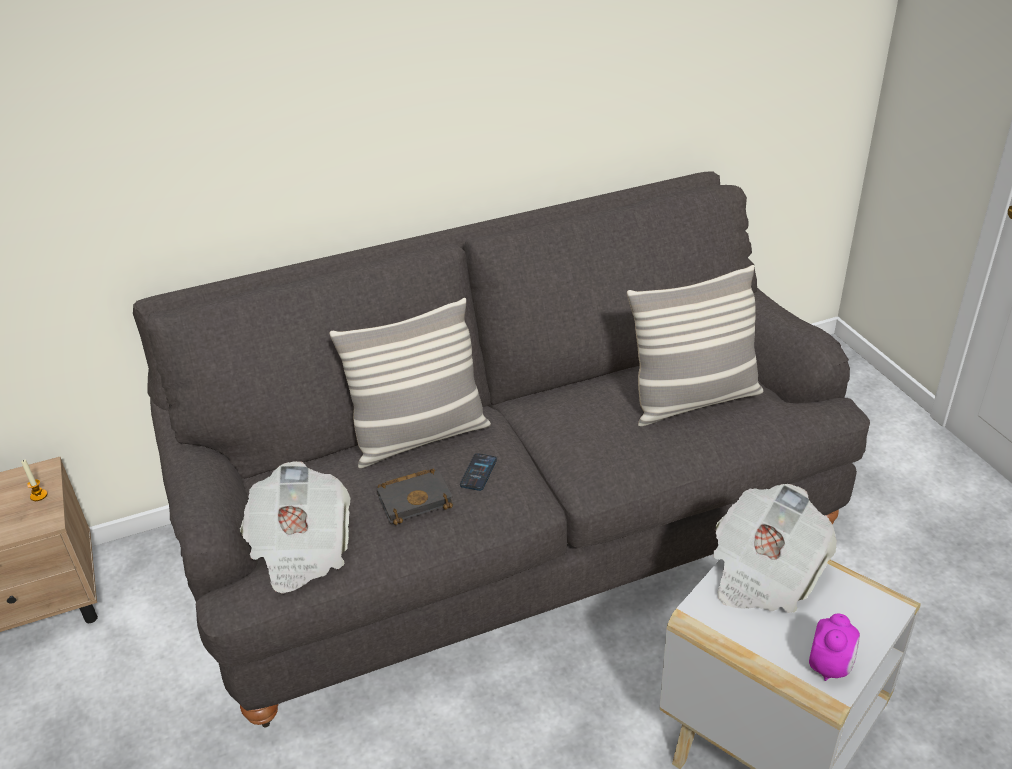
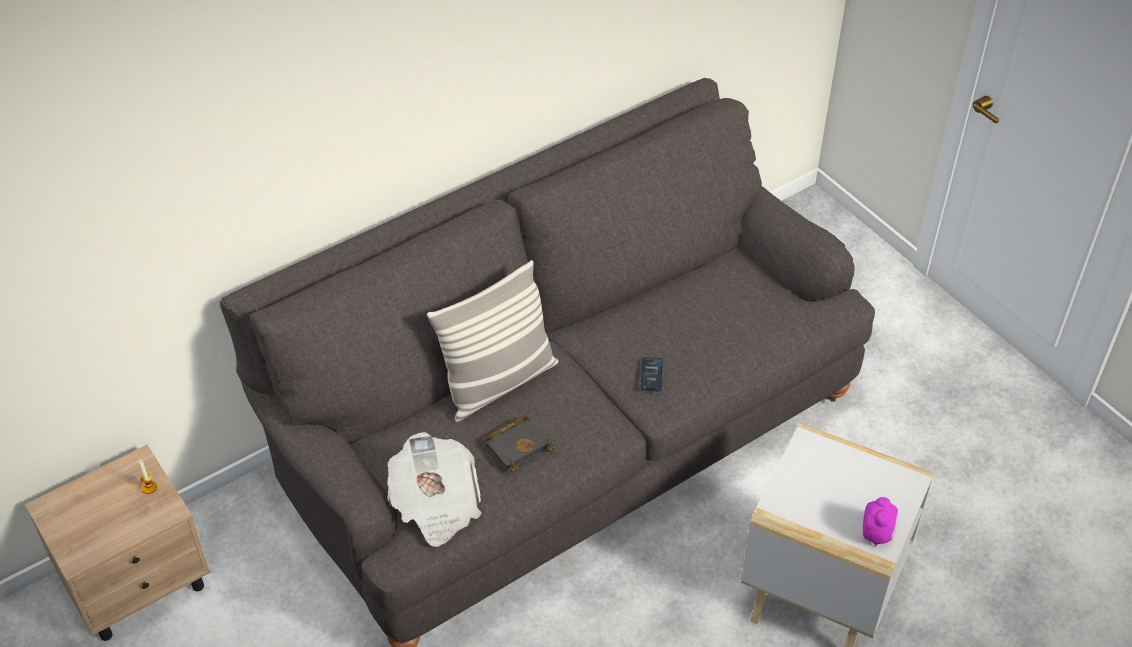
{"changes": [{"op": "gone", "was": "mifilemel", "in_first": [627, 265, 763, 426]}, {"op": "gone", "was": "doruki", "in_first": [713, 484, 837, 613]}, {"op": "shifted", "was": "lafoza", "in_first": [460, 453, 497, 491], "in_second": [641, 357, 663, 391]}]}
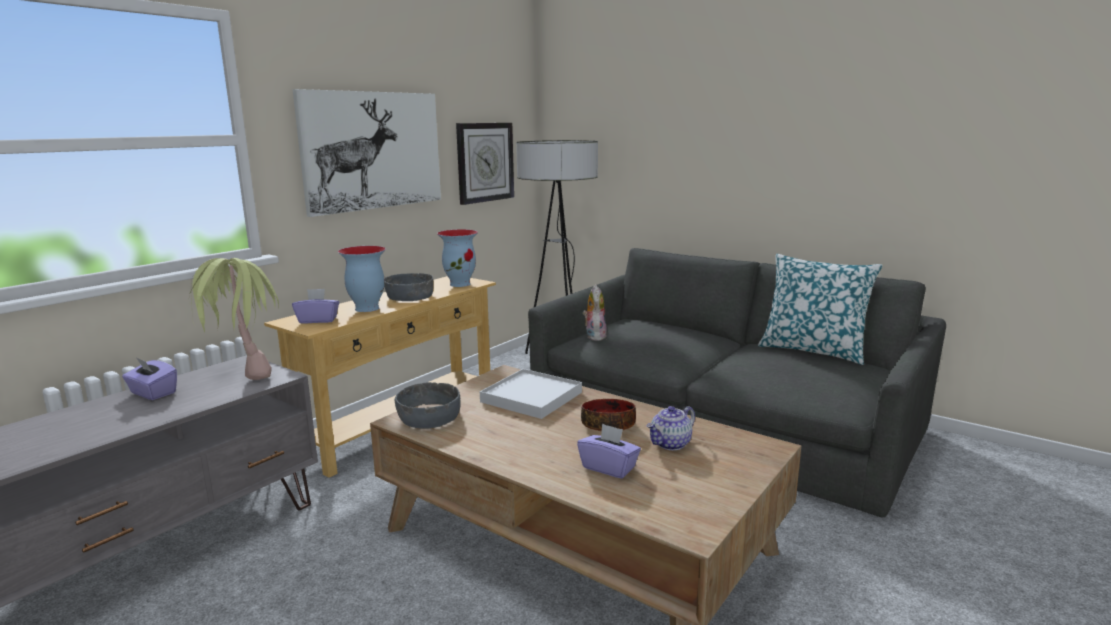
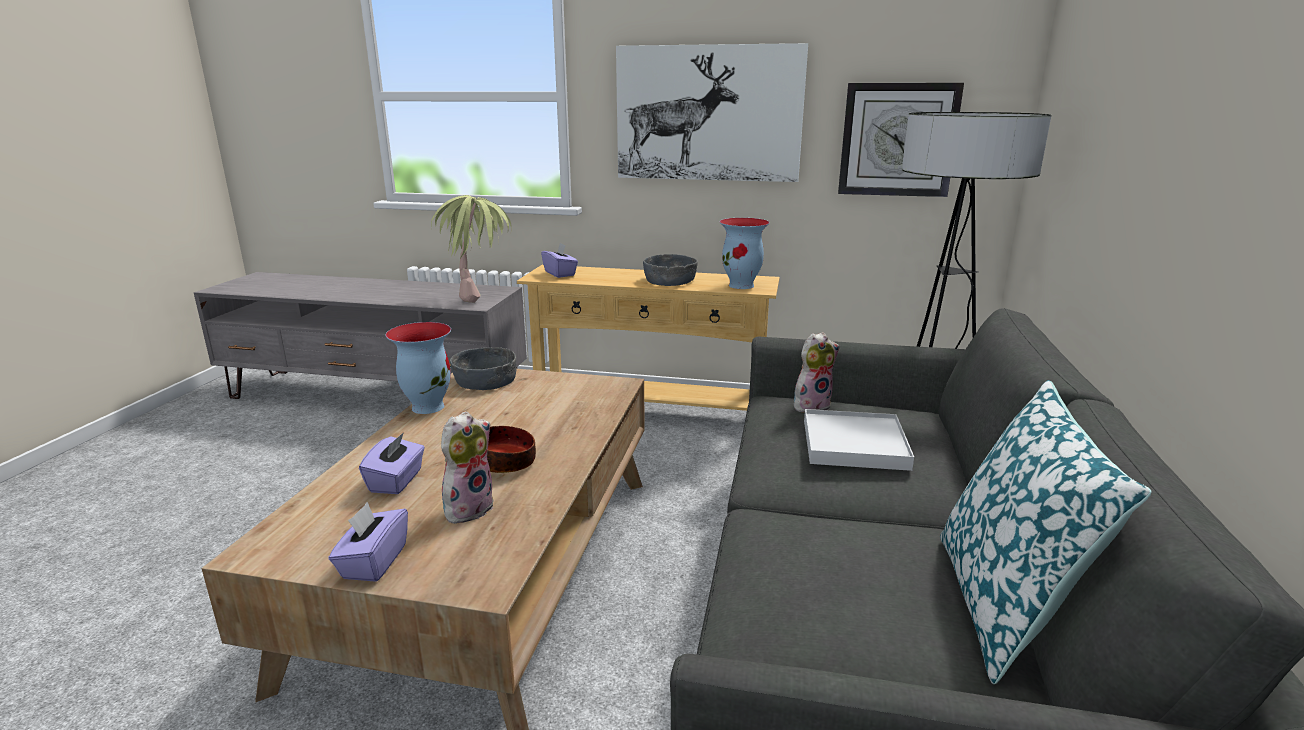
{"changes": [{"op": "shifted", "was": "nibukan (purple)", "in_first": [122, 357, 177, 400], "in_second": [328, 502, 408, 582]}, {"op": "shifted", "was": "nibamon", "in_first": [338, 246, 386, 312], "in_second": [386, 322, 451, 414]}, {"op": "shifted", "was": "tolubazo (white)", "in_first": [480, 369, 582, 419], "in_second": [804, 409, 914, 471]}, {"op": "swapped", "was": "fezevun", "now": "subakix", "in_first": [647, 406, 695, 450], "in_second": [441, 411, 494, 524]}]}
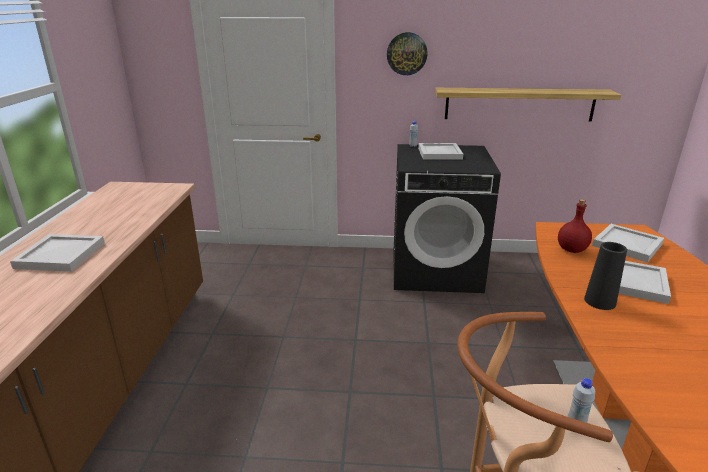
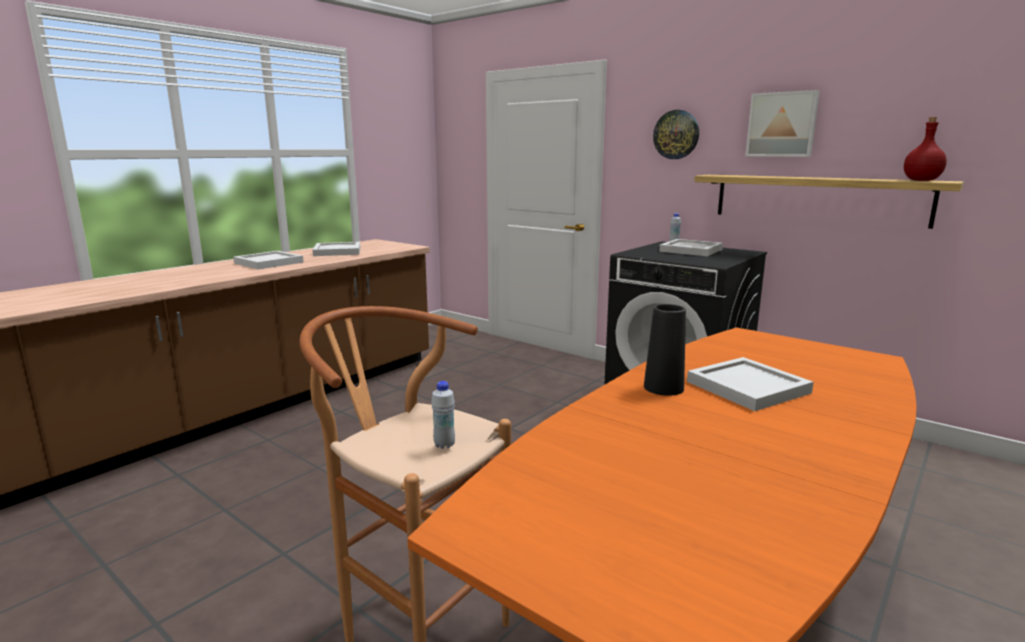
{"changes": [{"op": "new", "now": "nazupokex", "in_second": [745, 90, 820, 157]}, {"op": "shifted", "was": "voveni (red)", "in_first": [558, 199, 592, 253], "in_second": [904, 117, 947, 181]}, {"op": "shifted", "was": "tolubazo (white)", "in_first": [592, 224, 664, 263], "in_second": [312, 242, 360, 256]}]}
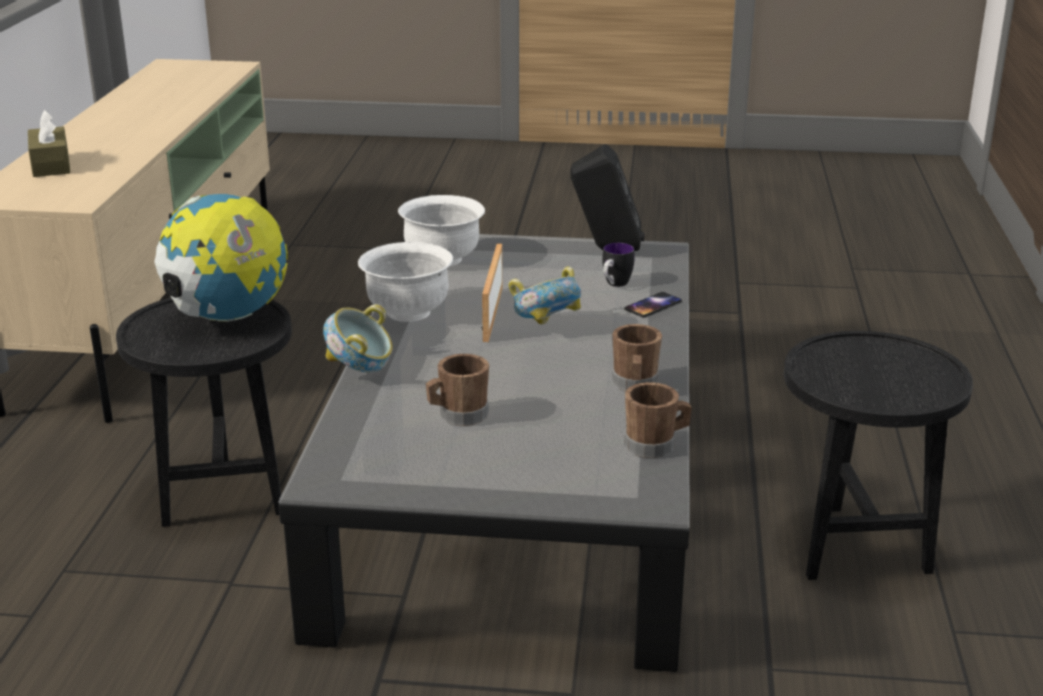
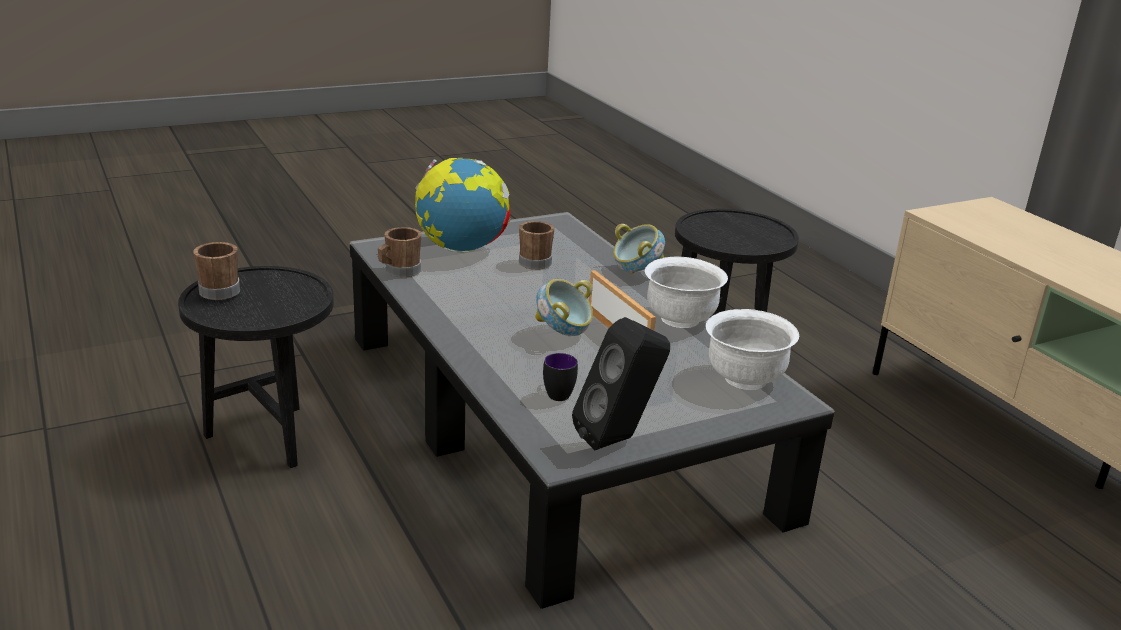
{"changes": [{"op": "gone", "was": "nibukan (brown)", "in_first": [28, 110, 71, 177]}, {"op": "gone", "was": "lafoza", "in_first": [624, 292, 682, 318]}, {"op": "shifted", "was": "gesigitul", "in_first": [154, 194, 288, 322], "in_second": [415, 158, 510, 253]}, {"op": "shifted", "was": "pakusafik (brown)", "in_first": [612, 324, 662, 391], "in_second": [194, 242, 240, 300]}]}
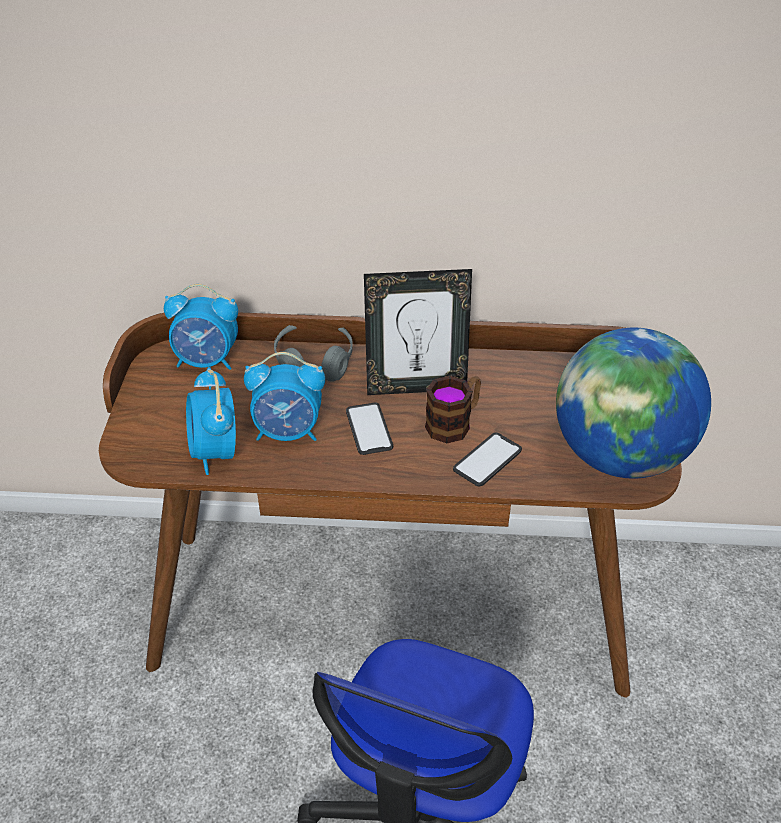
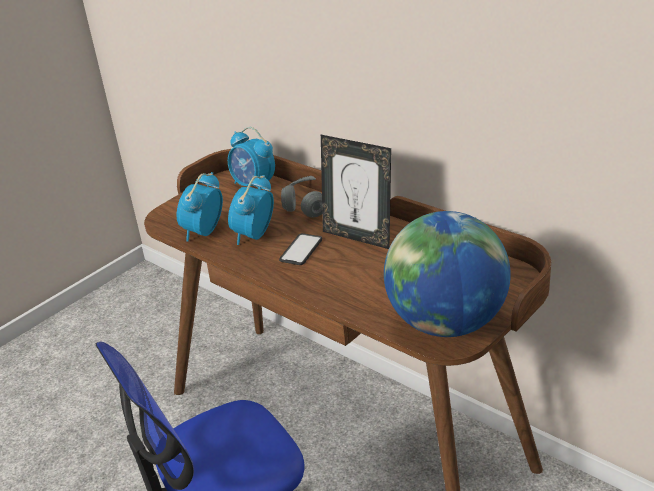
{"changes": [{"op": "gone", "was": "pakusafik", "in_first": [425, 376, 481, 443]}, {"op": "gone", "was": "lafoza", "in_first": [453, 433, 522, 486]}, {"op": "rotated", "was": "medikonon", "in_first": [244, 352, 325, 441], "in_second": [228, 175, 274, 245], "clockwise": 75}]}
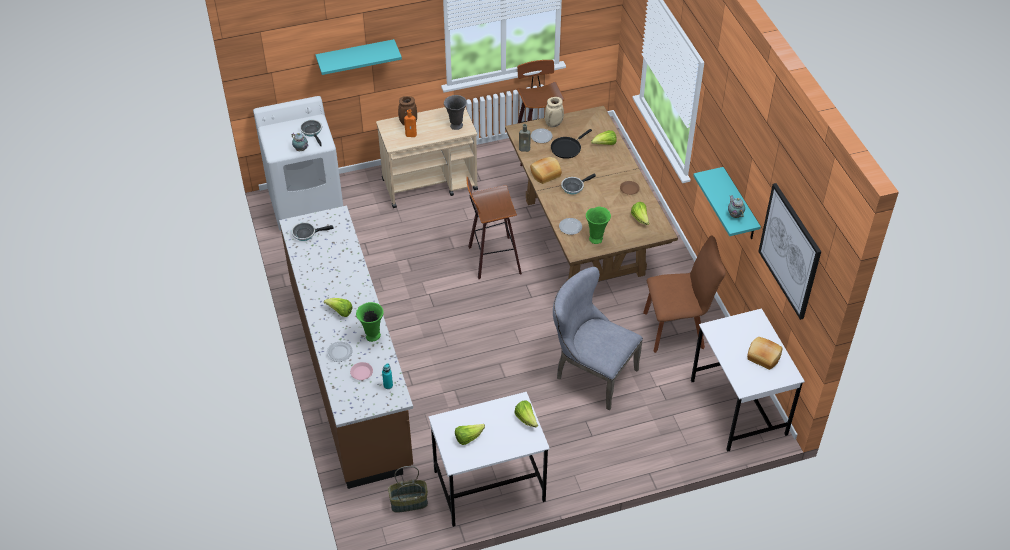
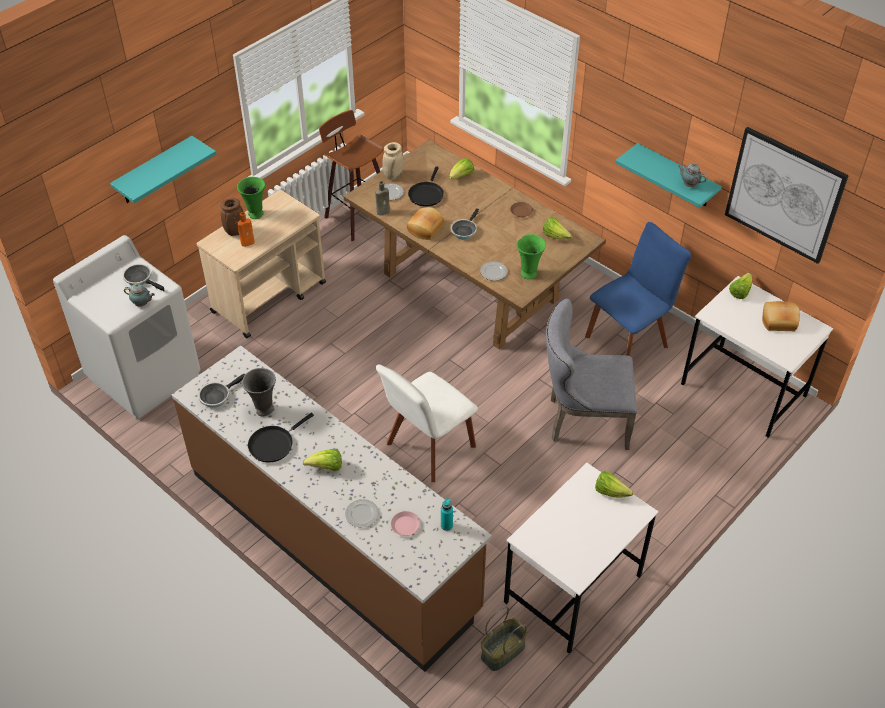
{"changes": [{"op": "gone", "was": "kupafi", "in_first": [466, 177, 522, 280]}, {"op": "new", "now": "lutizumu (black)", "in_second": [248, 413, 314, 462]}, {"op": "new", "now": "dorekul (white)", "in_second": [376, 364, 478, 482]}, {"op": "shifted", "was": "nibamon (green)", "in_first": [356, 302, 384, 342], "in_second": [237, 177, 265, 219]}, {"op": "shifted", "was": "nibamon (grey)", "in_first": [444, 95, 467, 130], "in_second": [242, 368, 276, 417]}, {"op": "shifted", "was": "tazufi", "in_first": [455, 424, 485, 445], "in_second": [729, 272, 752, 299]}, {"op": "repainted", "was": "dorekul (brown)", "now": "dorekul (blue)", "in_first": [643, 236, 726, 353], "in_second": [585, 222, 691, 356]}]}
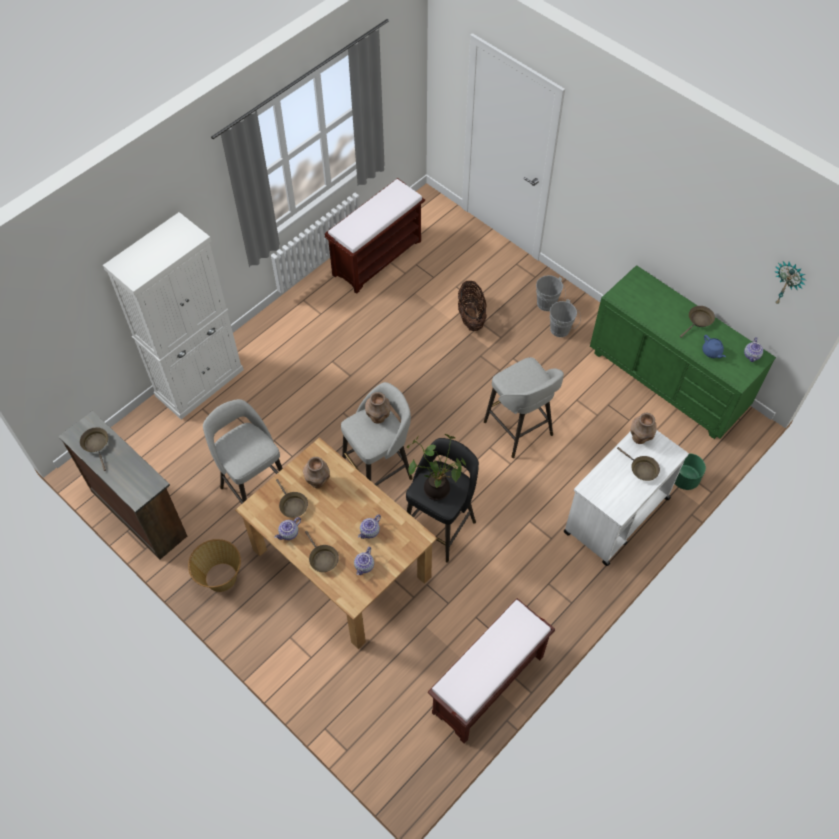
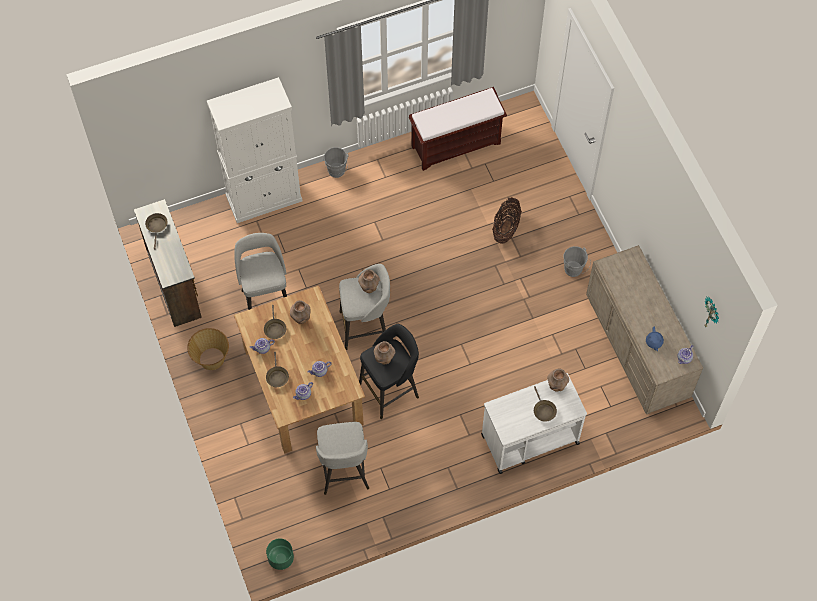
{"changes": [{"op": "gone", "was": "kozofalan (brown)", "in_first": [428, 598, 555, 744]}, {"op": "gone", "was": "lutizumu (brown)", "in_first": [680, 306, 715, 338]}, {"op": "shifted", "was": "kupafi (grey)", "in_first": [484, 357, 564, 458], "in_second": [316, 422, 369, 495]}, {"op": "shifted", "was": "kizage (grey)", "in_first": [536, 275, 566, 311], "in_second": [323, 147, 348, 178]}, {"op": "shifted", "was": "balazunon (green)", "in_first": [674, 453, 706, 490], "in_second": [266, 539, 294, 570]}, {"op": "swapped", "was": "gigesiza", "now": "nibamon (brown)", "in_first": [407, 434, 466, 500], "in_second": [374, 341, 395, 365]}, {"op": "repainted", "was": "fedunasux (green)", "now": "fedunasux (beige)", "in_first": [590, 265, 776, 439], "in_second": [586, 245, 703, 414]}]}
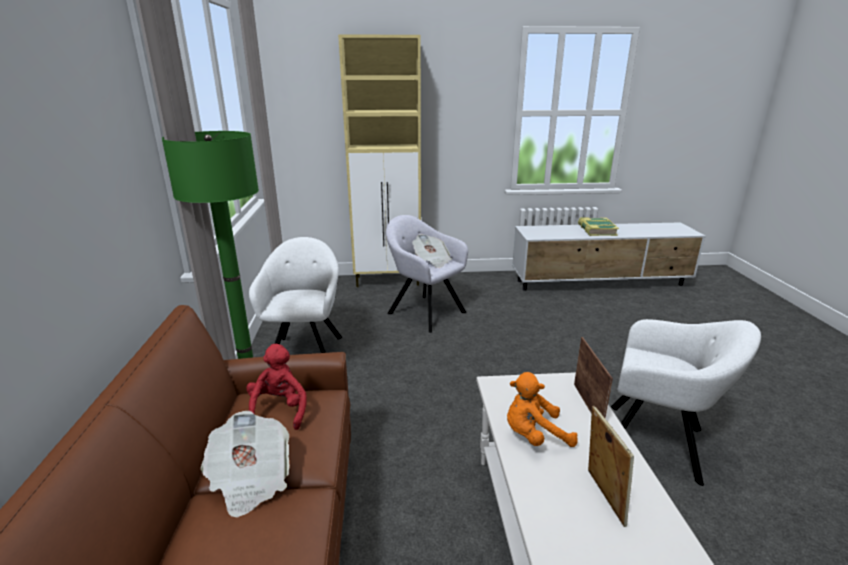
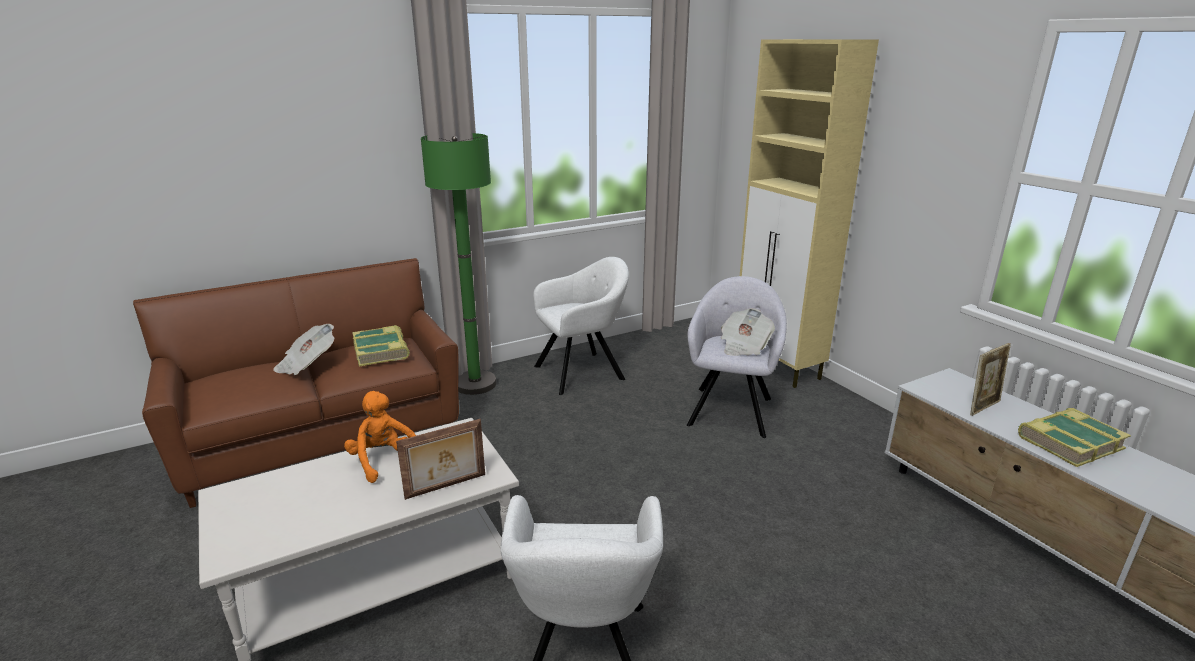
{"changes": [{"op": "shifted", "was": "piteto", "in_first": [588, 406, 634, 527], "in_second": [970, 343, 1011, 416]}, {"op": "swapped", "was": "subakix (red)", "now": "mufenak", "in_first": [246, 344, 307, 430], "in_second": [352, 325, 410, 367]}]}
